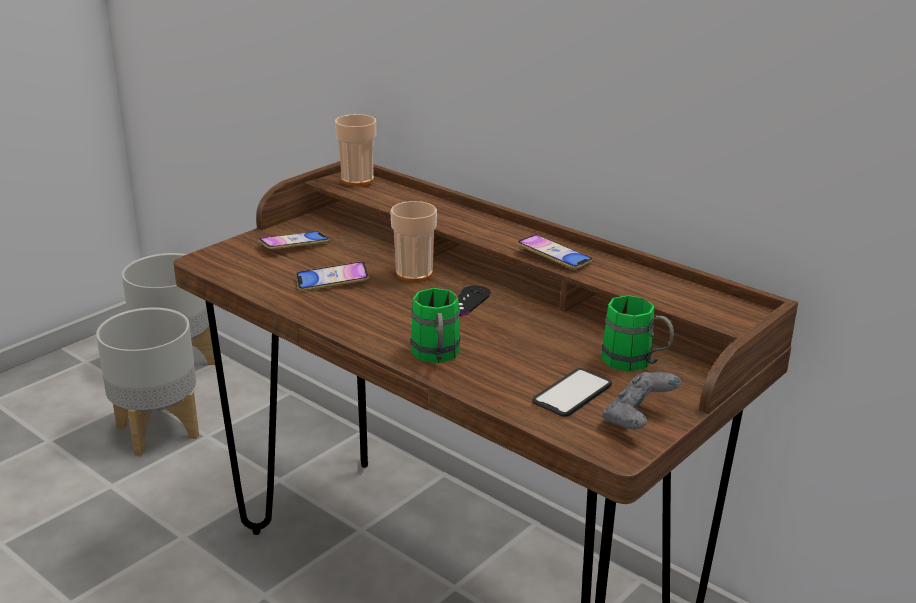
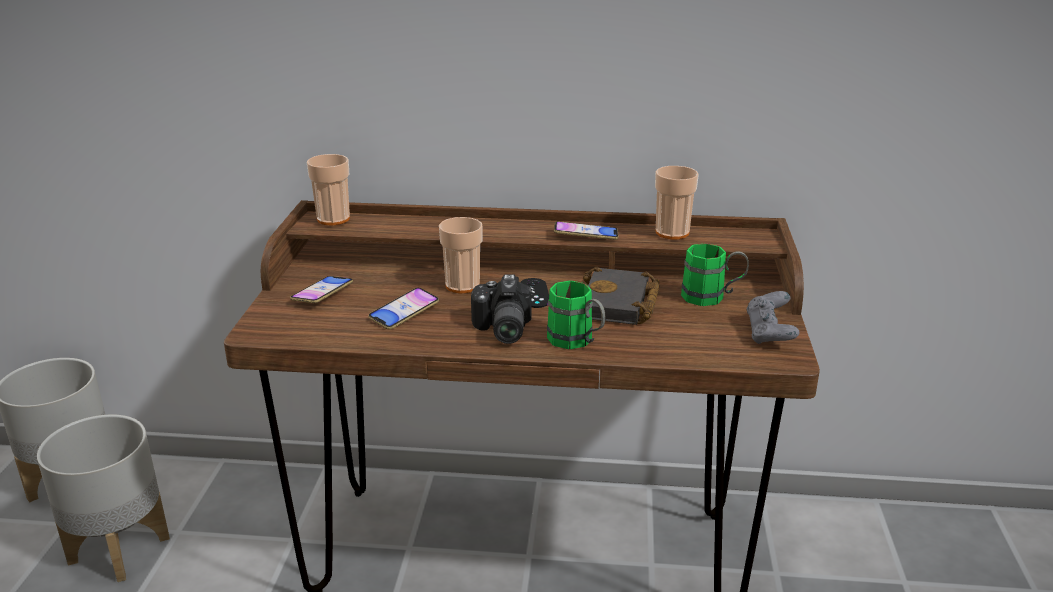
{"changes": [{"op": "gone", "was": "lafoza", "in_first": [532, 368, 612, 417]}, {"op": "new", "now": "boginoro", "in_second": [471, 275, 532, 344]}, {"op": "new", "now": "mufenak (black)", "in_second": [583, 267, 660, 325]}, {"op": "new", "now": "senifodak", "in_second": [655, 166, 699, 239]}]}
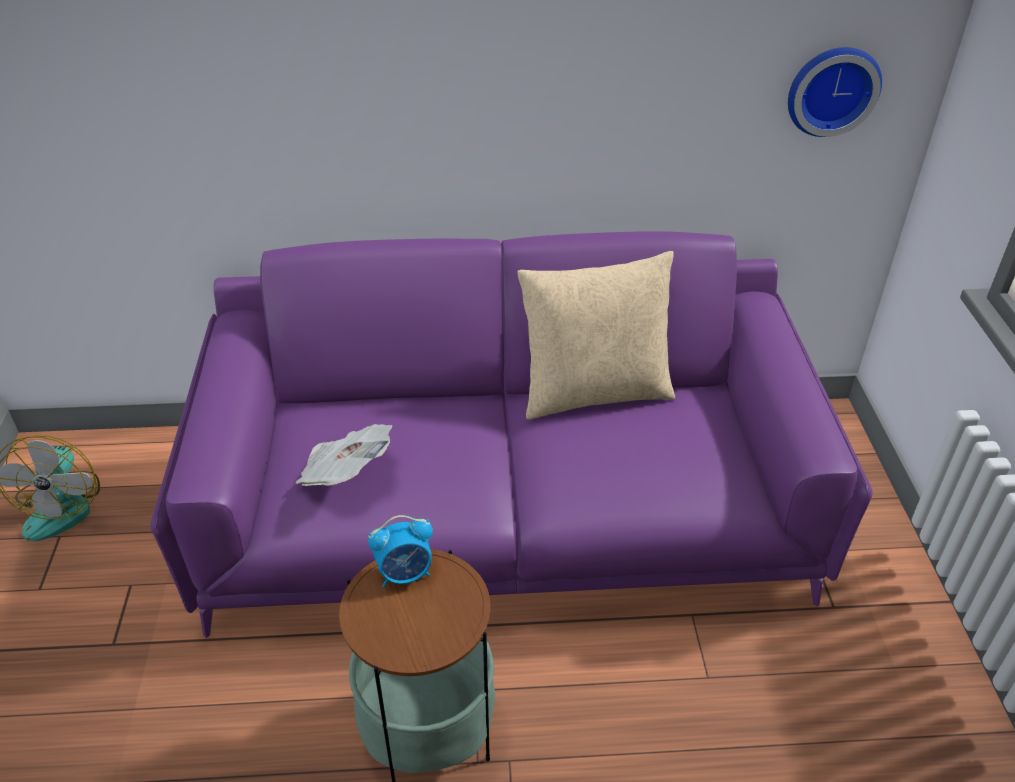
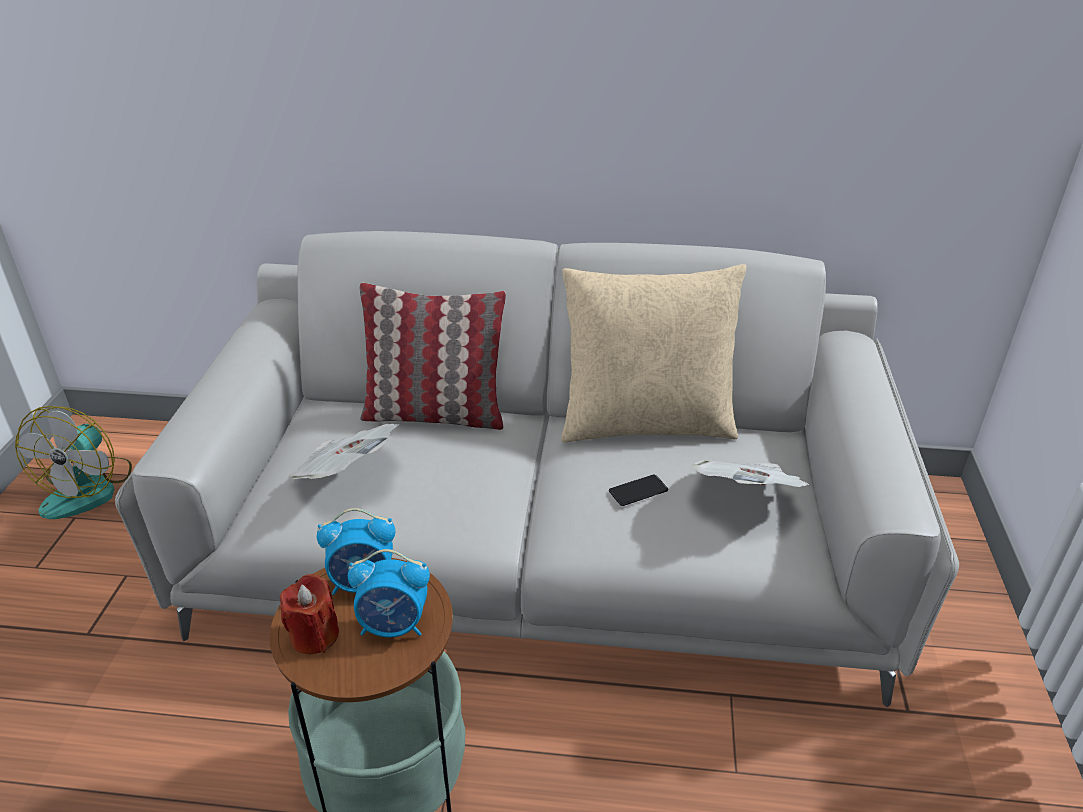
{"changes": [{"op": "gone", "was": "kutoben", "in_first": [788, 47, 882, 137]}, {"op": "new", "now": "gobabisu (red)", "in_second": [280, 574, 339, 654]}, {"op": "new", "now": "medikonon", "in_second": [348, 549, 430, 638]}, {"op": "new", "now": "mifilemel", "in_second": [360, 283, 506, 430]}, {"op": "new", "now": "lafoza", "in_second": [609, 475, 668, 506]}, {"op": "new", "now": "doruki", "in_second": [692, 459, 811, 487]}, {"op": "repainted", "was": "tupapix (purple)", "now": "tupapix (grey)", "in_first": [150, 231, 872, 638], "in_second": [115, 231, 959, 707]}]}
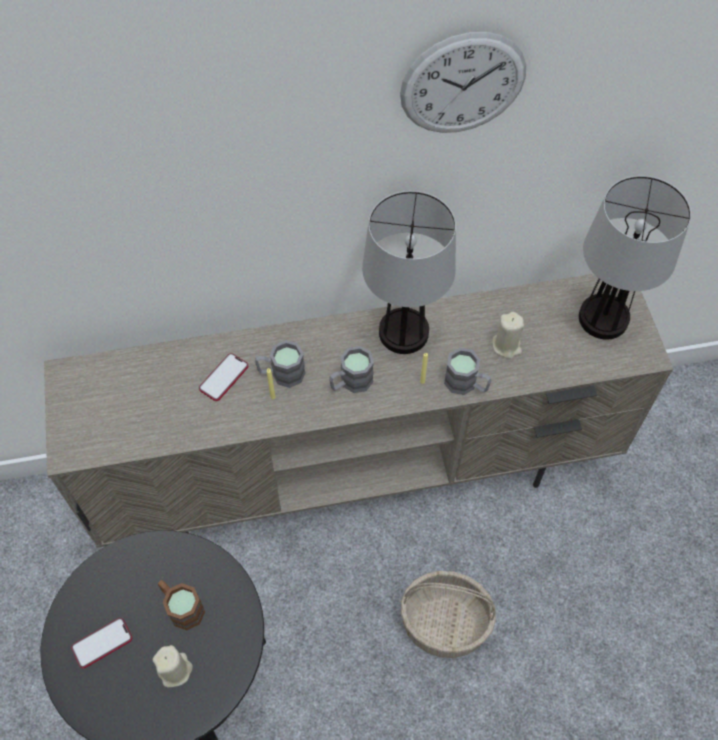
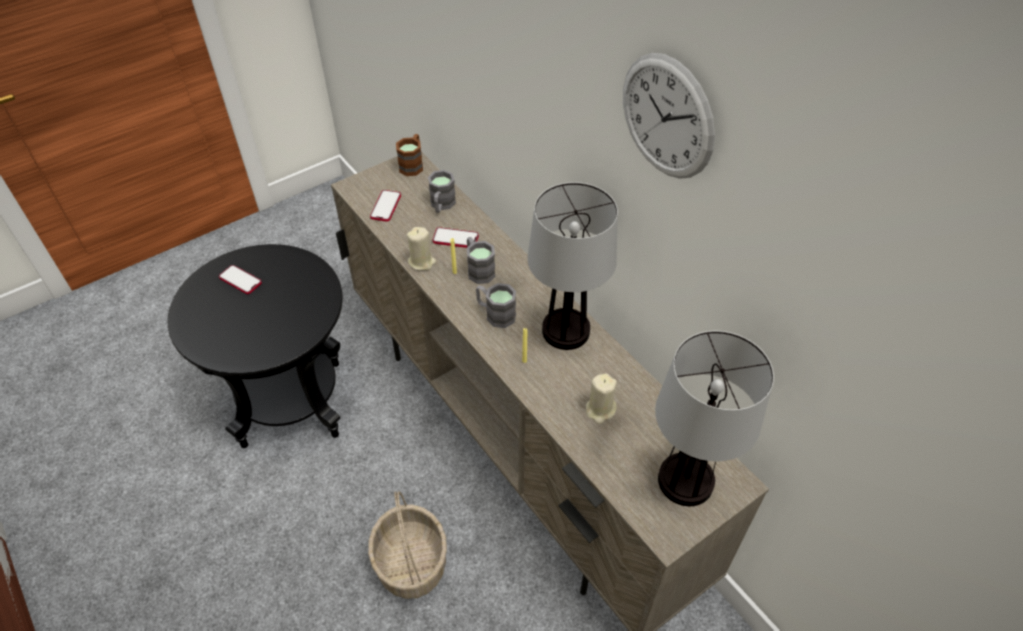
{"changes": [{"op": "new", "now": "lafoza", "in_second": [370, 190, 401, 222]}, {"op": "shifted", "was": "gobabisu (beige)", "in_first": [153, 645, 193, 687], "in_second": [407, 227, 436, 271]}, {"op": "shifted", "was": "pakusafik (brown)", "in_first": [158, 580, 205, 630], "in_second": [396, 134, 423, 176]}, {"op": "shifted", "was": "pakusafik (grey)", "in_first": [444, 348, 491, 395], "in_second": [428, 170, 456, 213]}]}
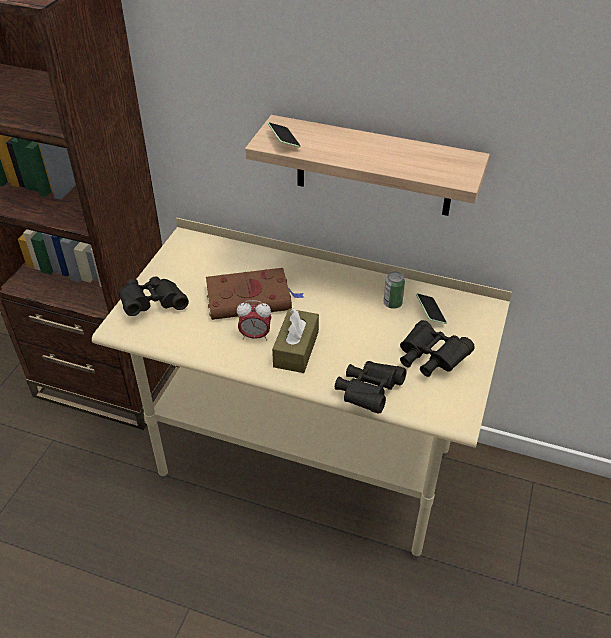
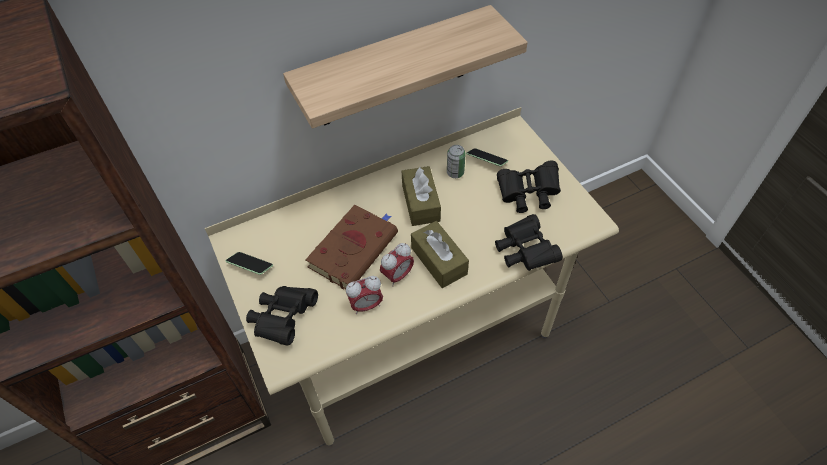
{"changes": [{"op": "new", "now": "medikonon", "in_second": [346, 276, 383, 314]}, {"op": "new", "now": "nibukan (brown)", "in_second": [402, 166, 441, 226]}, {"op": "shifted", "was": "lafoza", "in_first": [268, 122, 301, 147], "in_second": [225, 252, 273, 275]}]}
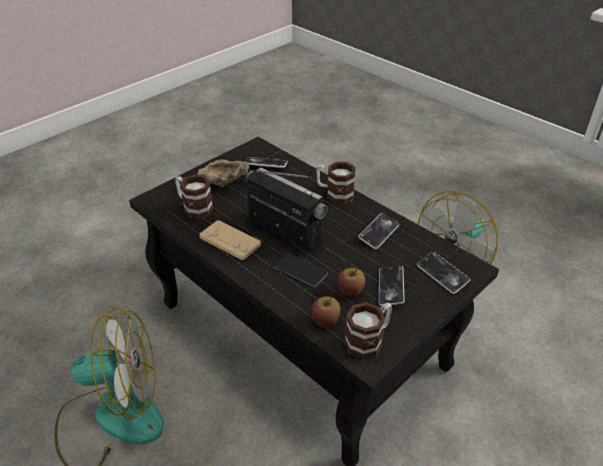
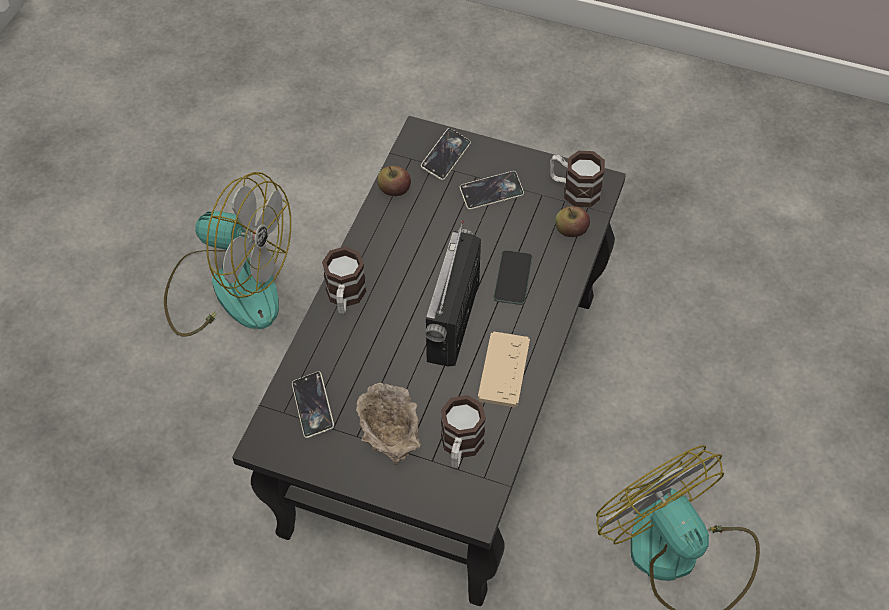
{"changes": [{"op": "gone", "was": "lafoza", "in_first": [358, 213, 399, 249]}, {"op": "shifted", "was": "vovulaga", "in_first": [337, 268, 365, 297], "in_second": [377, 166, 411, 196]}]}
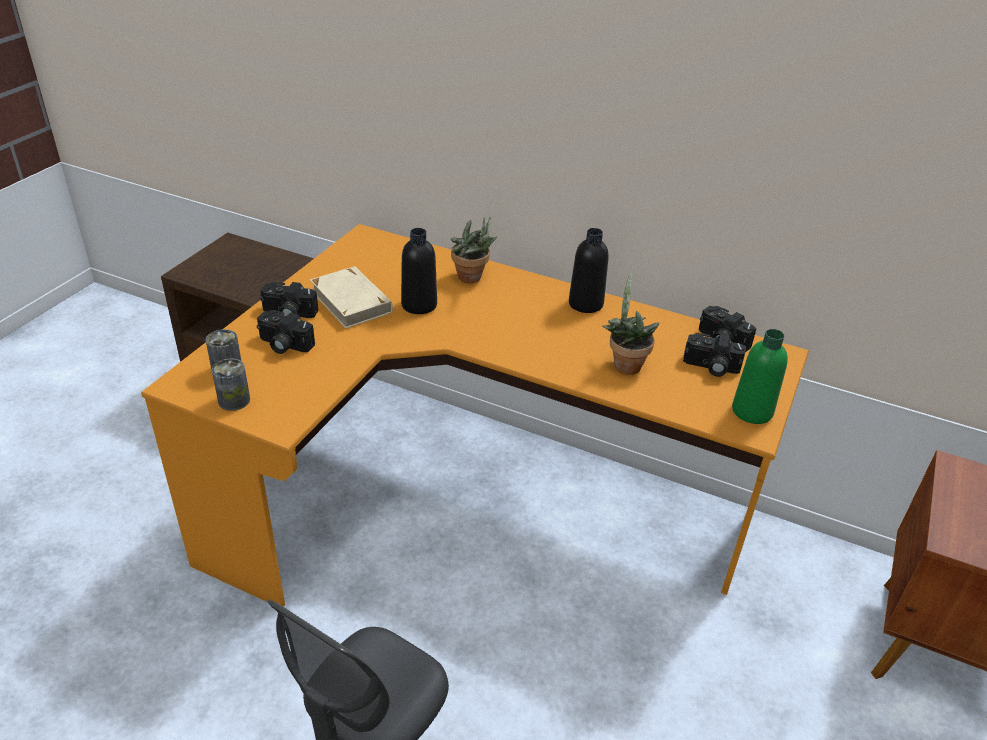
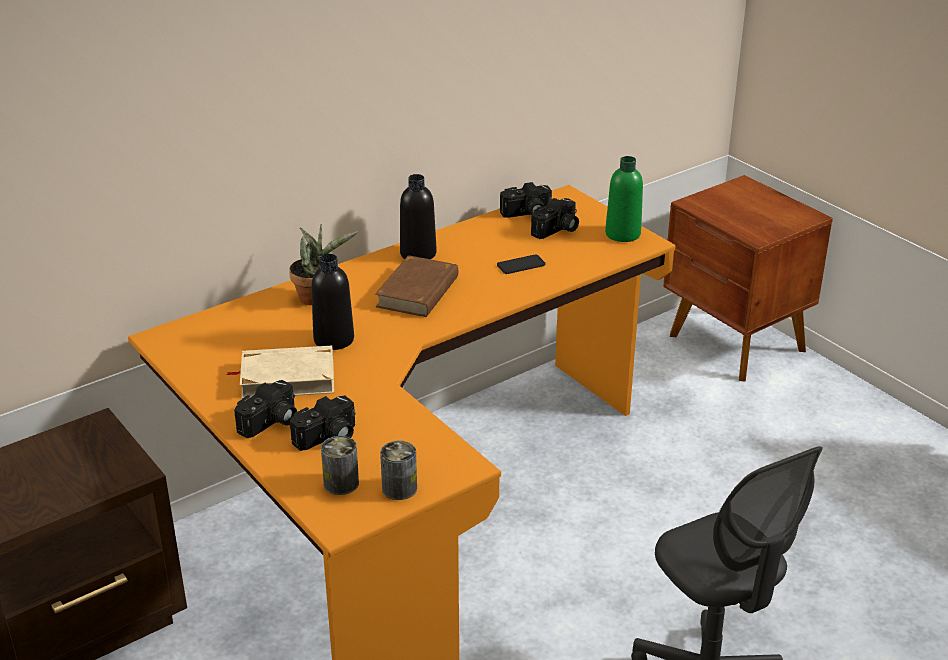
{"changes": [{"op": "new", "now": "mufenak (brown)", "in_second": [375, 255, 458, 317]}, {"op": "swapped", "was": "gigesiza", "now": "lafoza", "in_first": [602, 273, 659, 374], "in_second": [497, 255, 545, 274]}]}
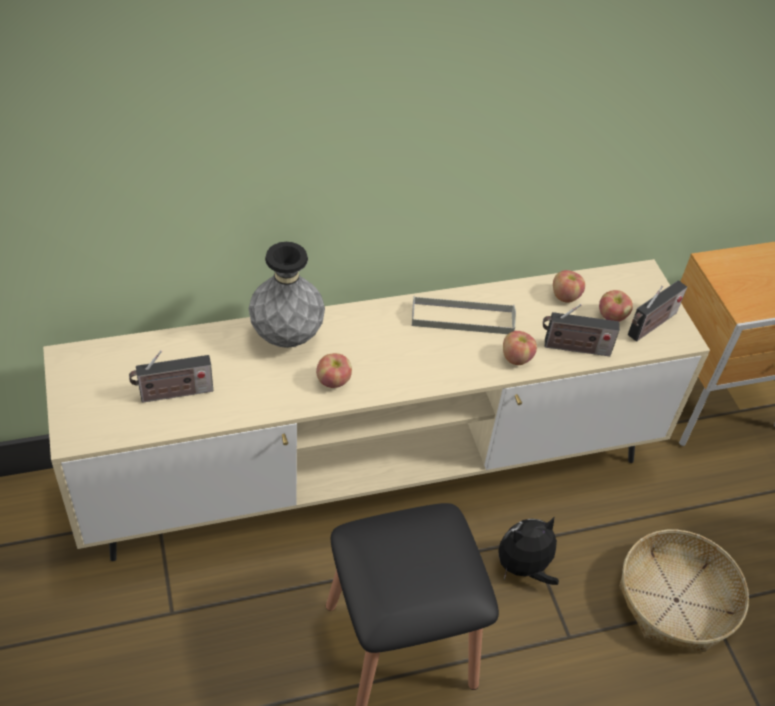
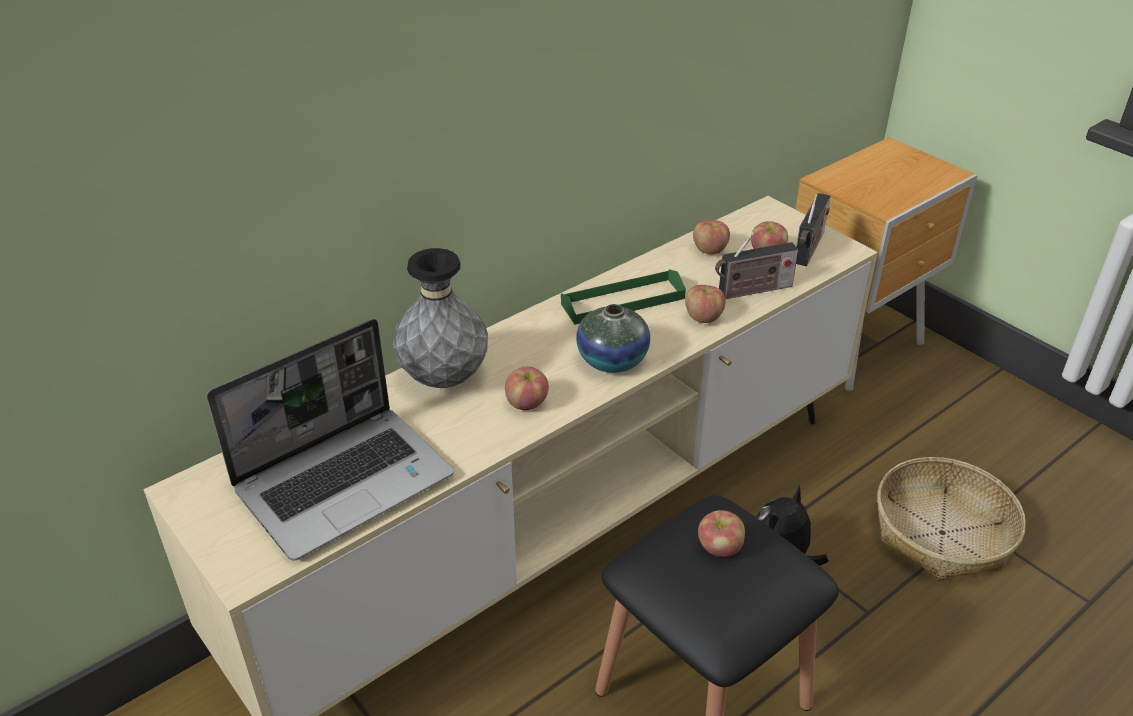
{"changes": [{"op": "new", "now": "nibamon", "in_second": [576, 304, 650, 373]}, {"op": "new", "now": "vovulaga", "in_second": [698, 510, 745, 557]}, {"op": "swapped", "was": "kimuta", "now": "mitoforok", "in_first": [129, 350, 213, 403], "in_second": [207, 319, 454, 560]}, {"op": "repainted", "was": "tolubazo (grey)", "now": "tolubazo (green)", "in_first": [412, 296, 516, 334], "in_second": [561, 269, 686, 325]}]}
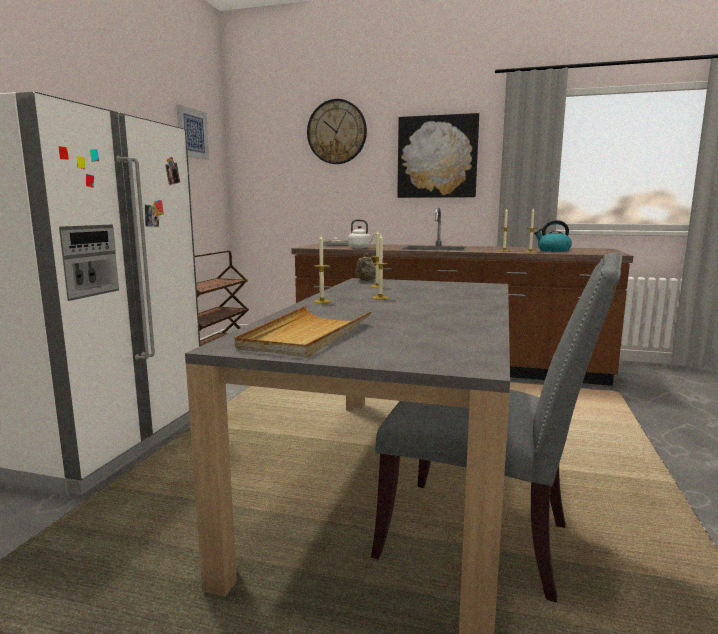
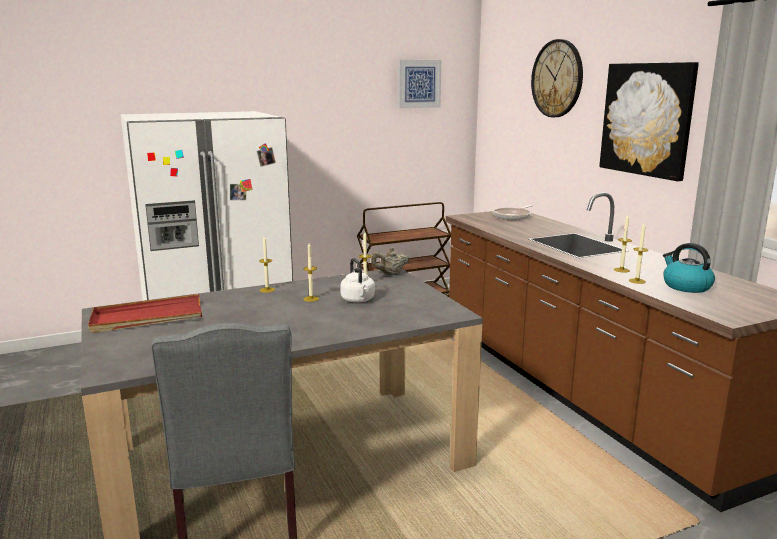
{"changes": [{"op": "shifted", "was": "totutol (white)", "in_first": [348, 219, 376, 248], "in_second": [340, 258, 375, 302]}, {"op": "repainted", "was": "tolubazo (beige)", "now": "tolubazo (red)", "in_first": [235, 306, 372, 358], "in_second": [88, 294, 202, 333]}]}
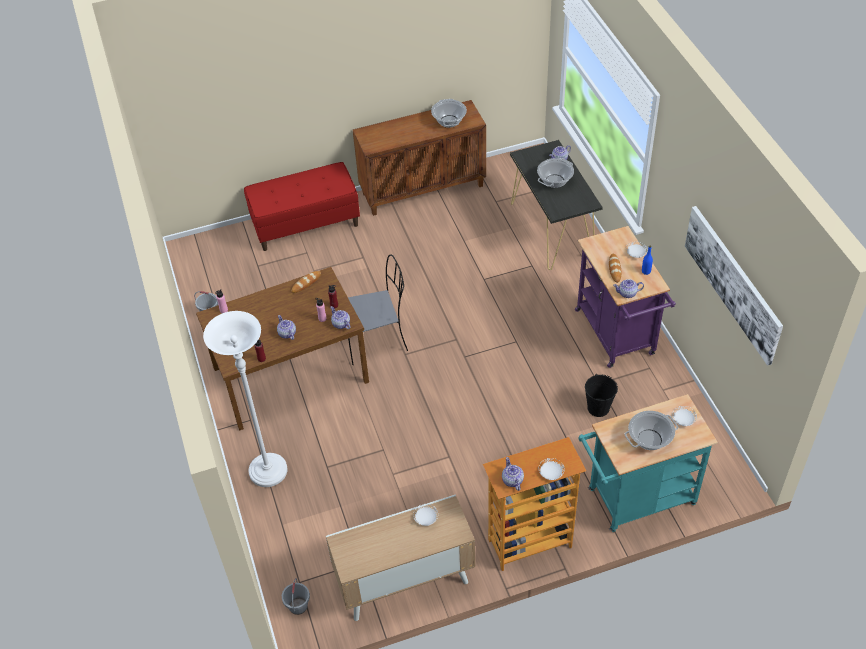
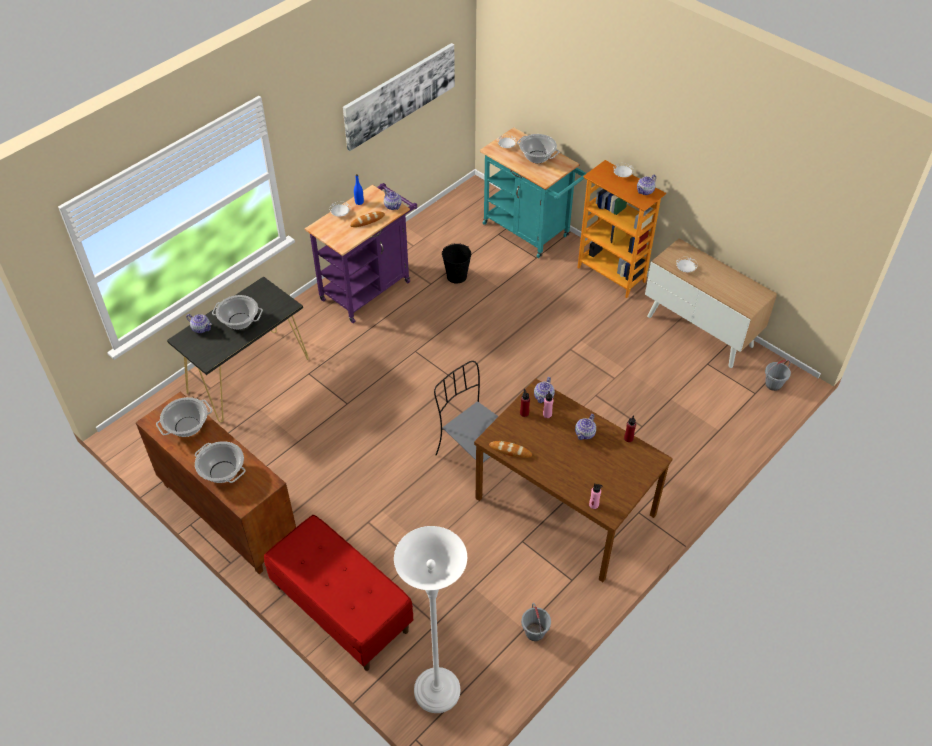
{"changes": [{"op": "new", "now": "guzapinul", "in_second": [195, 441, 245, 483]}, {"op": "shifted", "was": "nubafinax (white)", "in_first": [203, 311, 288, 487], "in_second": [394, 526, 467, 713]}]}
